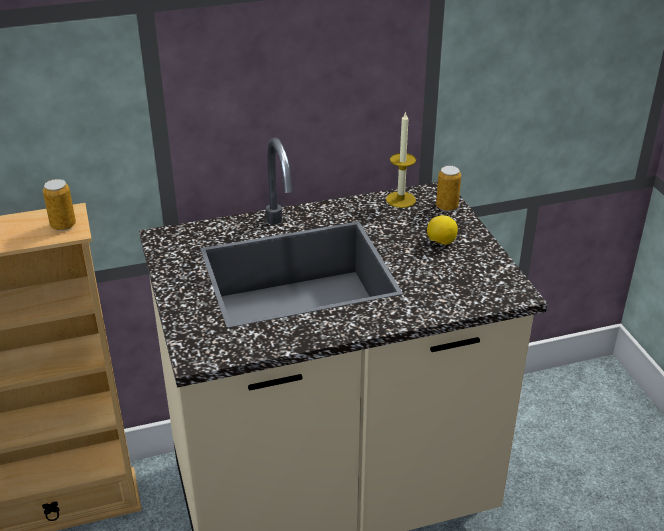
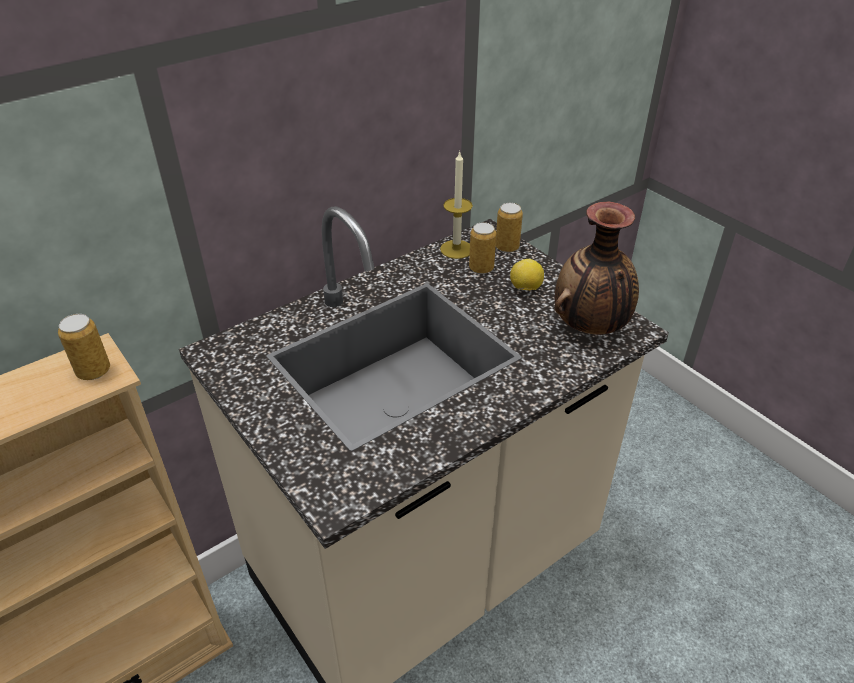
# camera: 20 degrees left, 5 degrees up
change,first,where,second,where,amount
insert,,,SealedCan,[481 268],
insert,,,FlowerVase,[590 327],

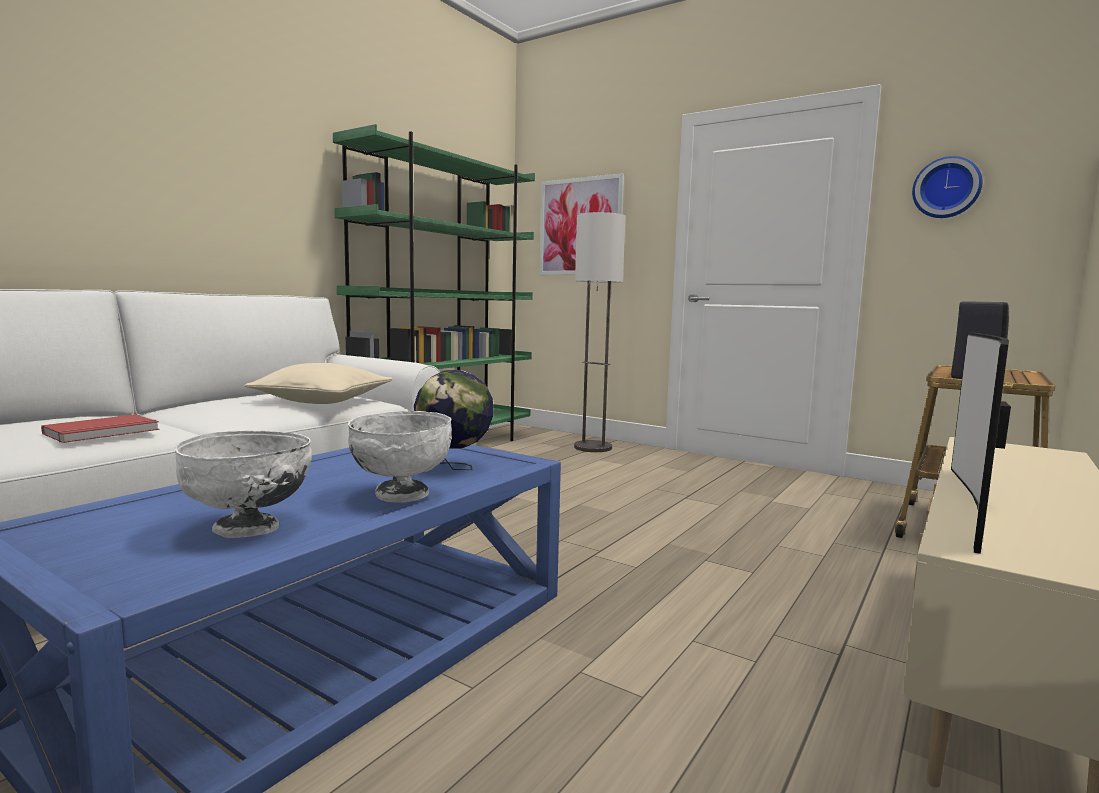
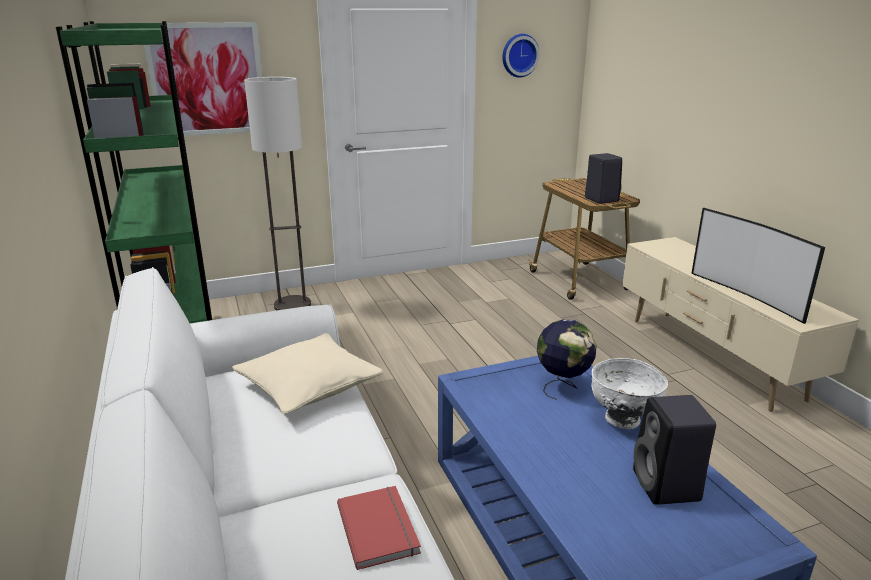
# camera: 55 degrees left, 15 degrees up
change,first,where,second,where,amount
replace,WhiteColouredDeepDish,[248 530],BlackSpeaker,[667 487],

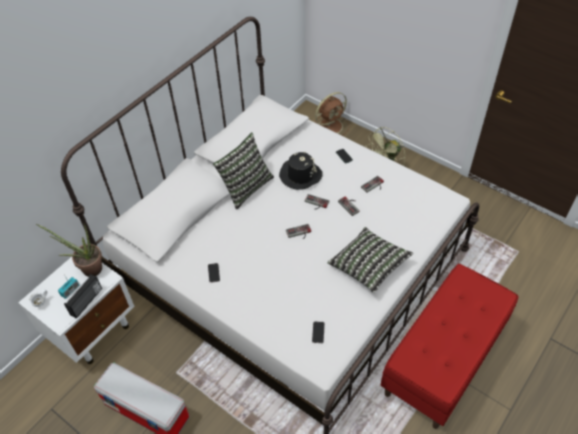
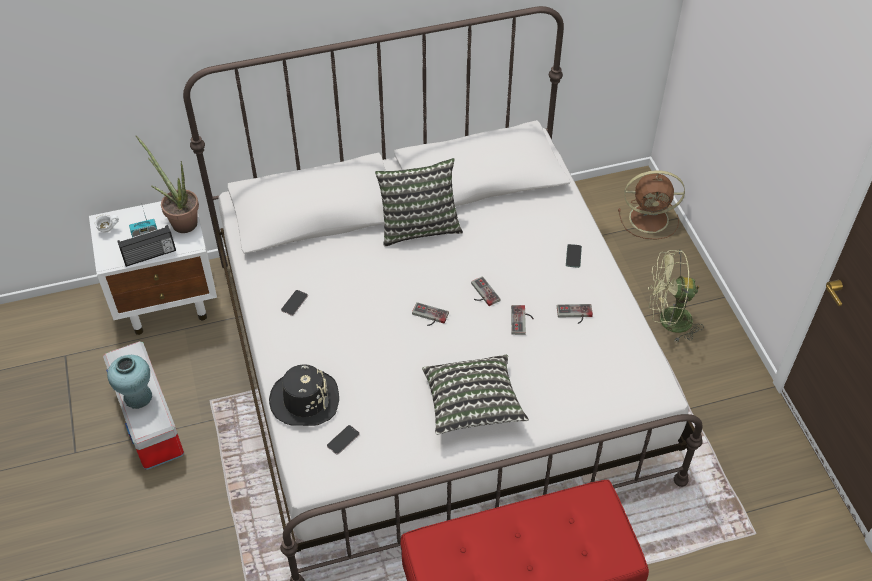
# camera: 35 degrees right, 0 degrees up
change,first,where,second,where,amount
insert,,,TurquoiseFlowerVase,[138 397],
move,BlackHat,[300 175],,[305 399],

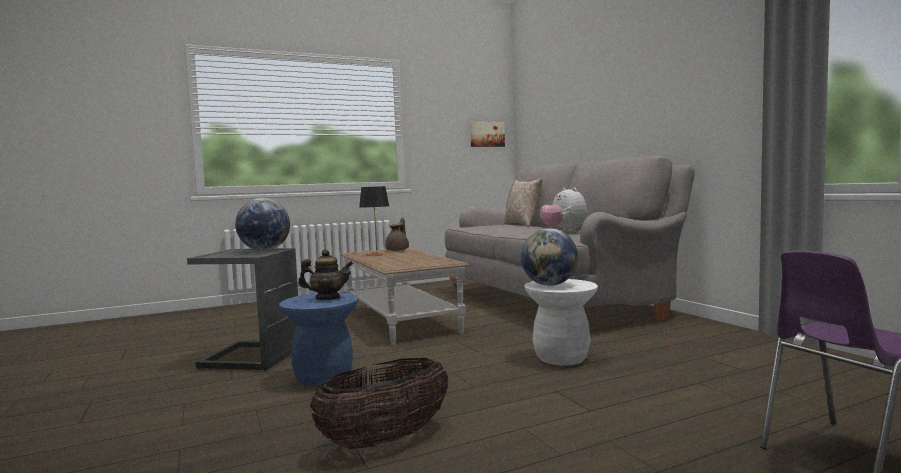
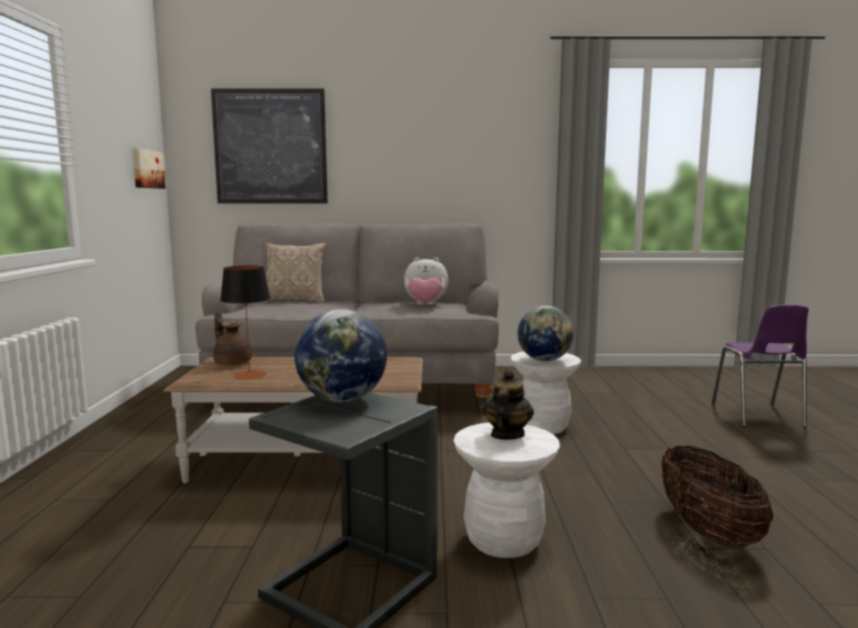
# camera: 65 degrees left, 5 degrees up
change,first,where,second,where,amount
insert,,,WallPicture,[270 147],
recolor,BlueSittingStool,[324 377],WhiteColouredSittingStool,[503 540],

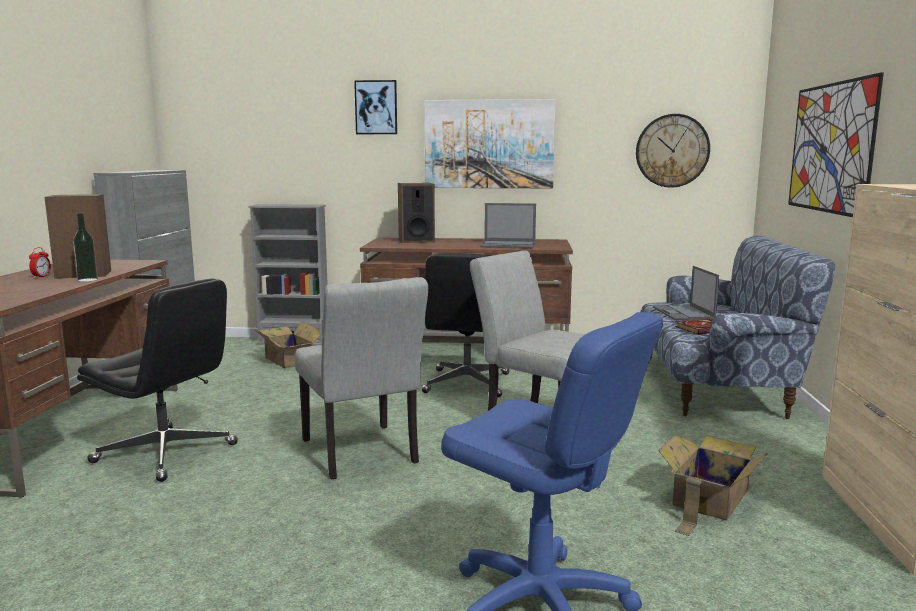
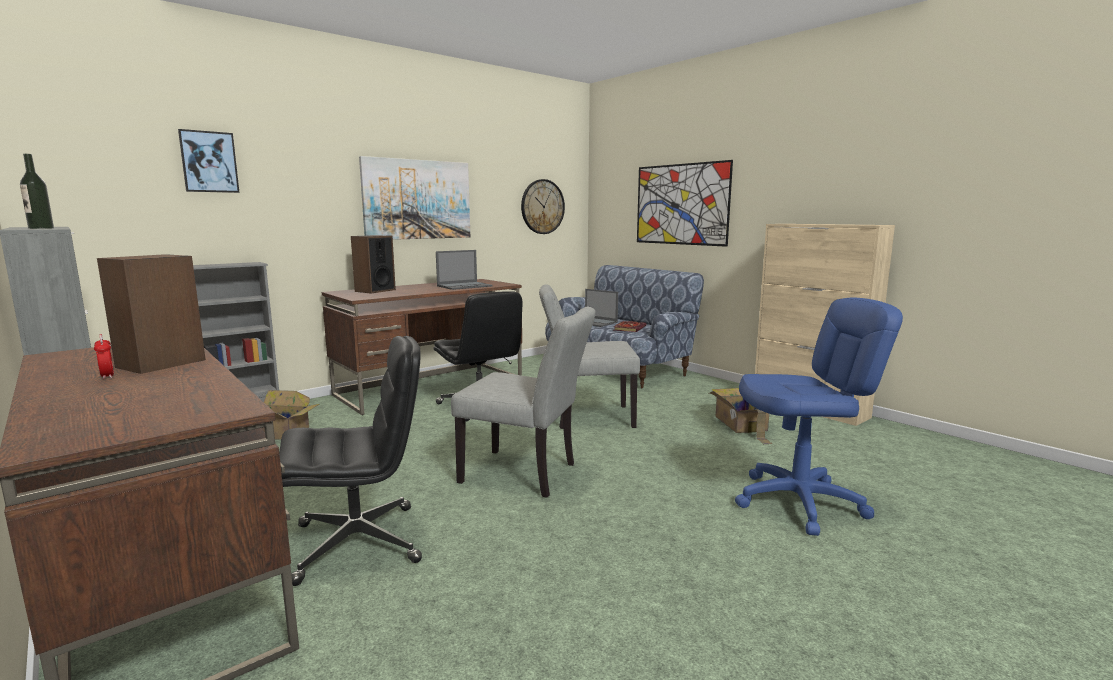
# camera: 45 degrees left, 0 degrees up
change,first,where,second,where,amount
move,BeverageBottle,[87 280],,[41 228],
move,WallPicture,[376 107],,[209 162],

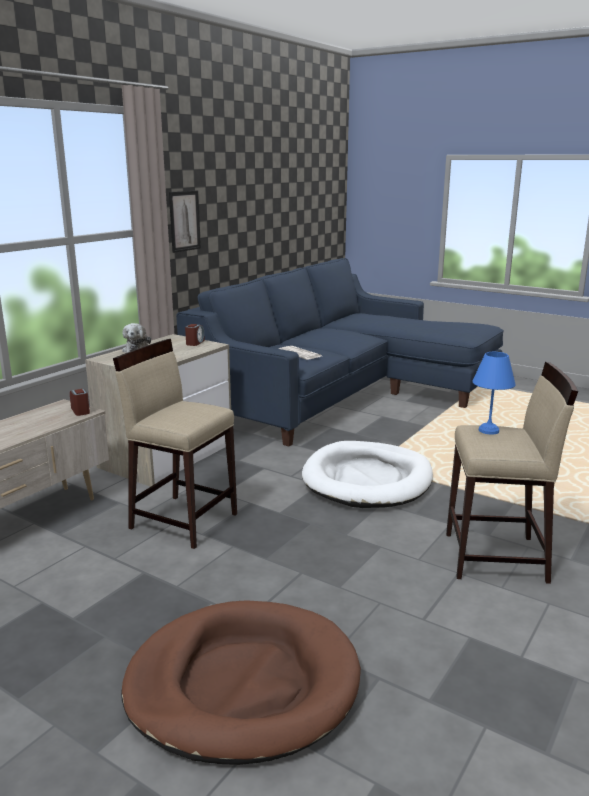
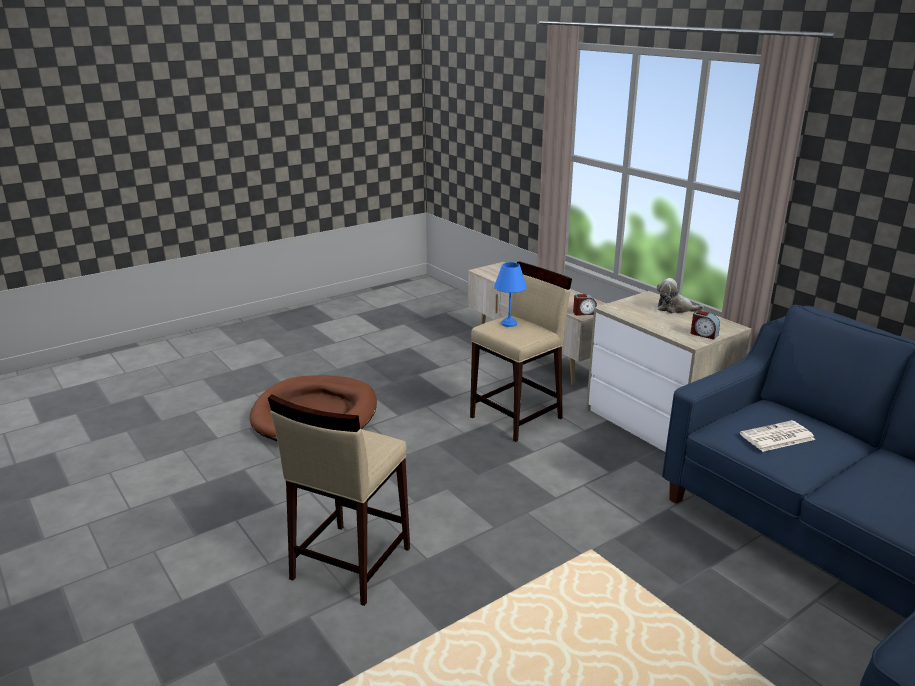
# camera: 110 degrees right, 5 degrees up
change,first,where,second,where,amount
move,BlueTabletopLamp,[489 431],,[508 324],
delete,WallPicture,[184 221],,,
delete,WhiteColouredPetBed,[367 479],,,

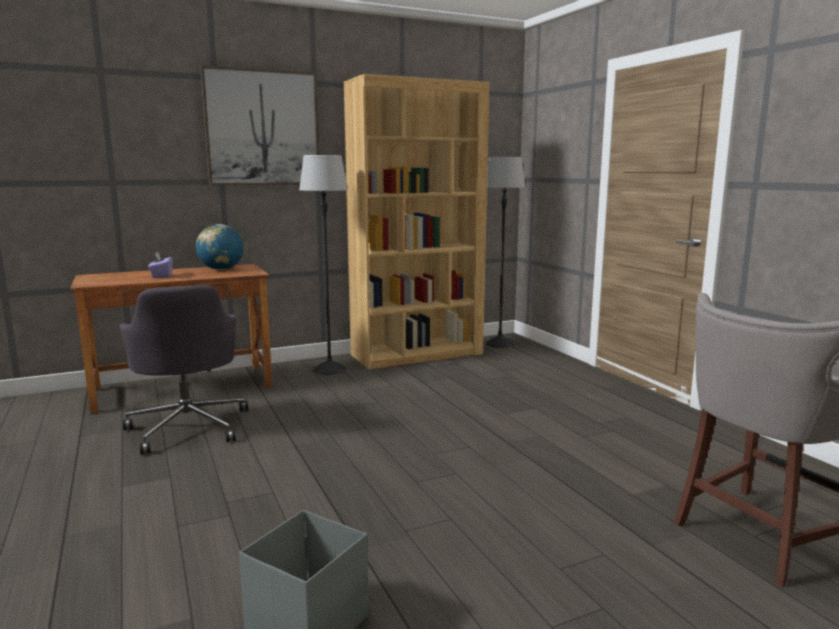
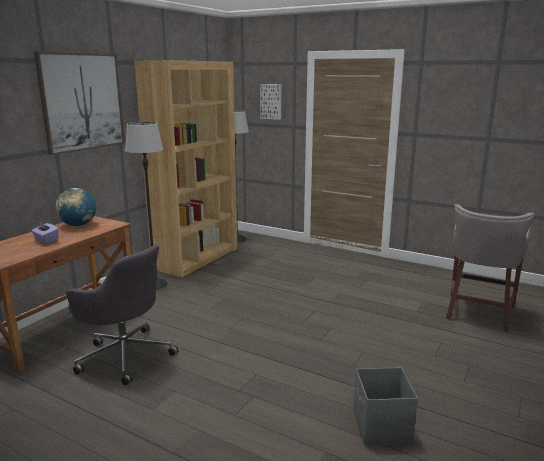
# camera: 35 degrees left, 5 degrees up
change,first,where,second,where,amount
insert,,,WallPicture,[271 101],

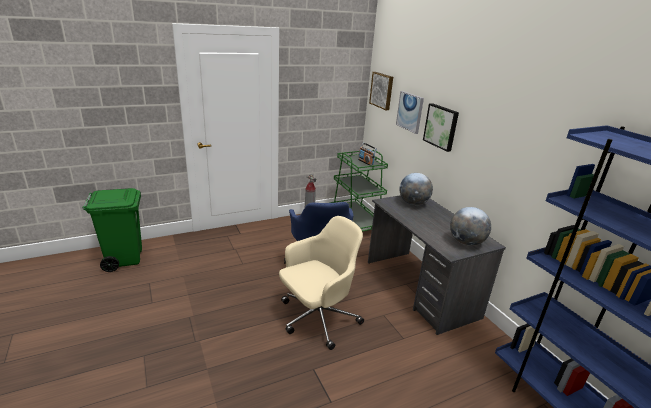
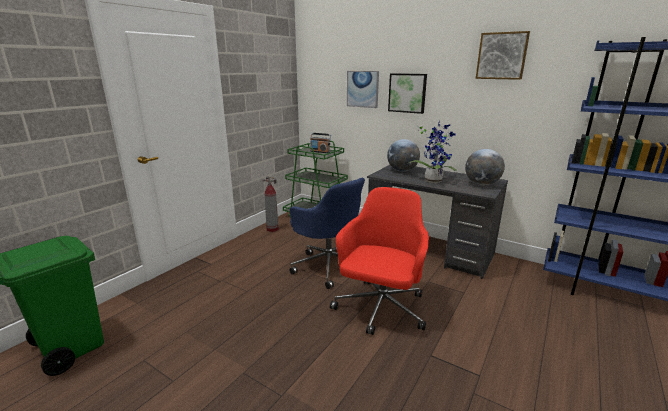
# camera: 30 degrees left, 5 degrees down
change,first,where,second,where,amount
recolor,SandColouredDeskChair,[317 318],RedColouredDeskChair,[380 309],
insert,,,PottedPlant,[433 180],
move,WallPicture,[382 90],,[502 56],

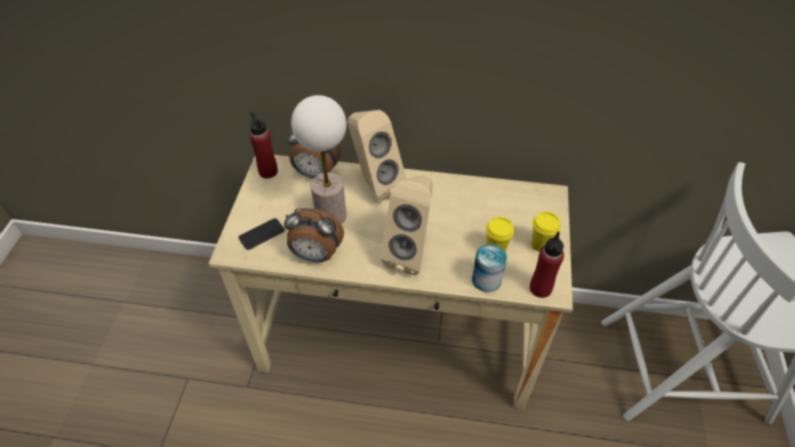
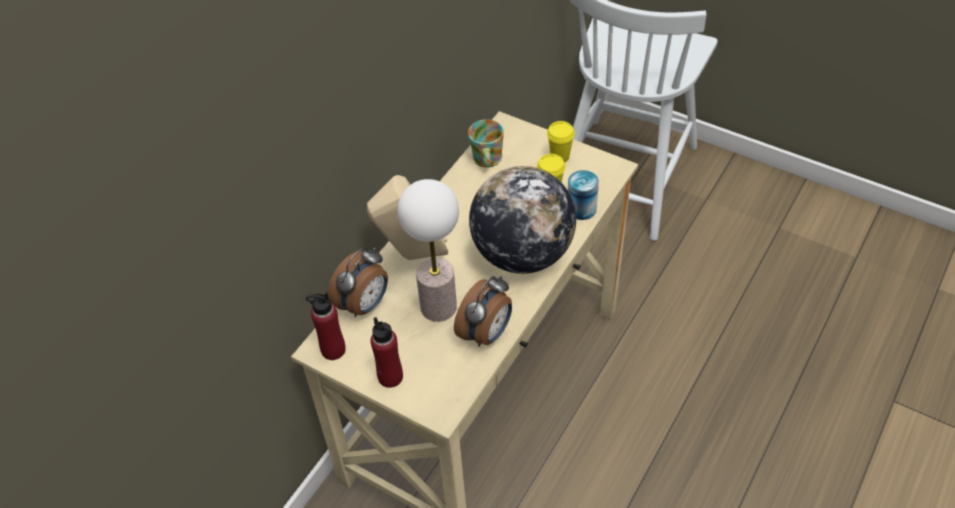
# camera: 65 degrees left, 0 degrees up
change,first,where,second,where,amount
move,RedColouredBeverageBottle,[540 288],,[390 377],
insert,,,TeaMug,[486 160],
replace,SandColouredSpeaker,[410 252],WorldGlobe,[522 254],
delete,Phone,[262 234],,,

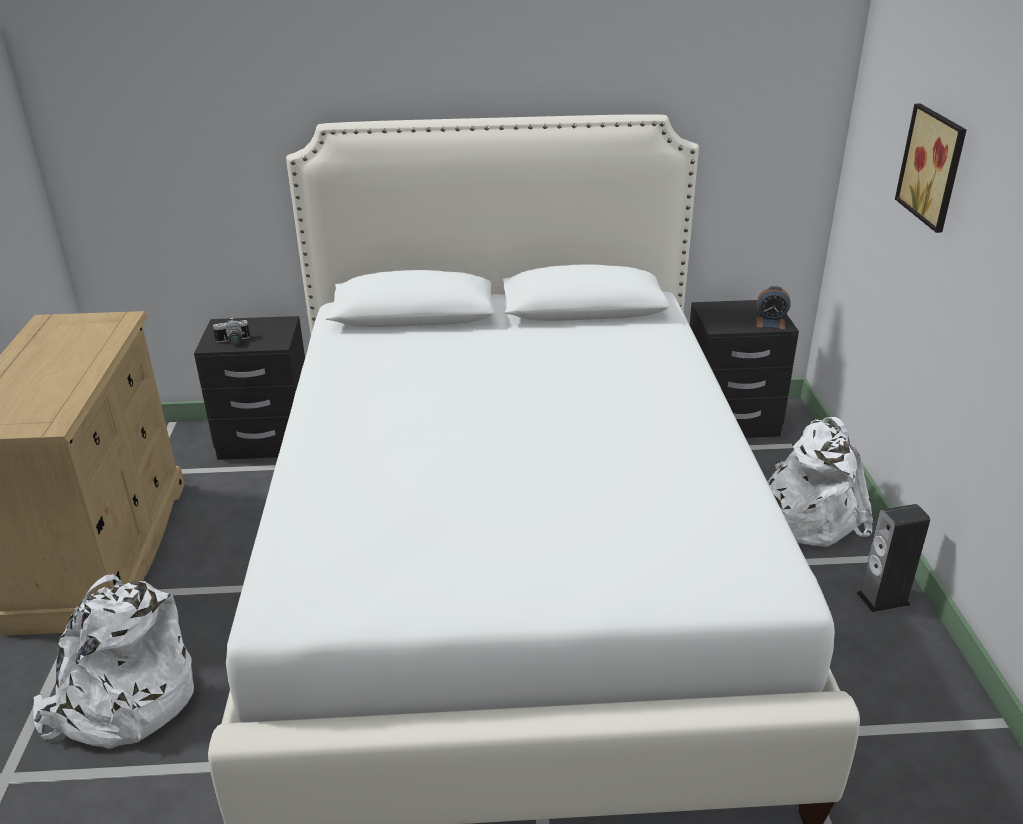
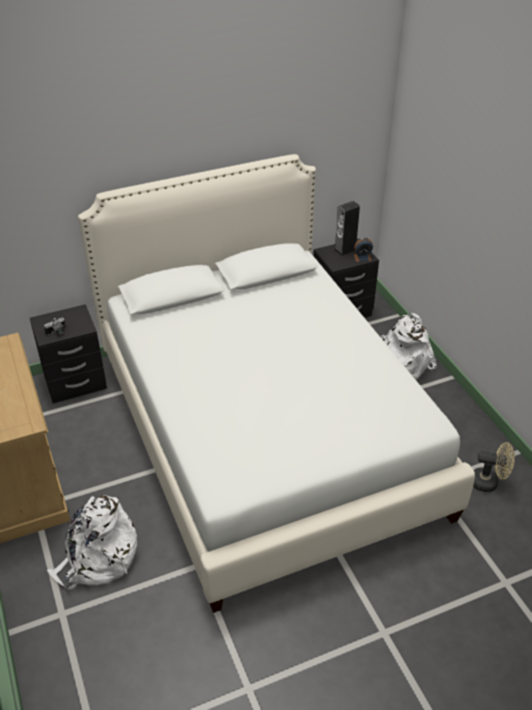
# camera: 20 degrees left, 10 degrees up
change,first,where,second,where,amount
move,Speaker,[883 599],,[345 250],
insert,,,SandColouredCoolingFan,[488 482],
delete,WallPicture,[935 166],,,

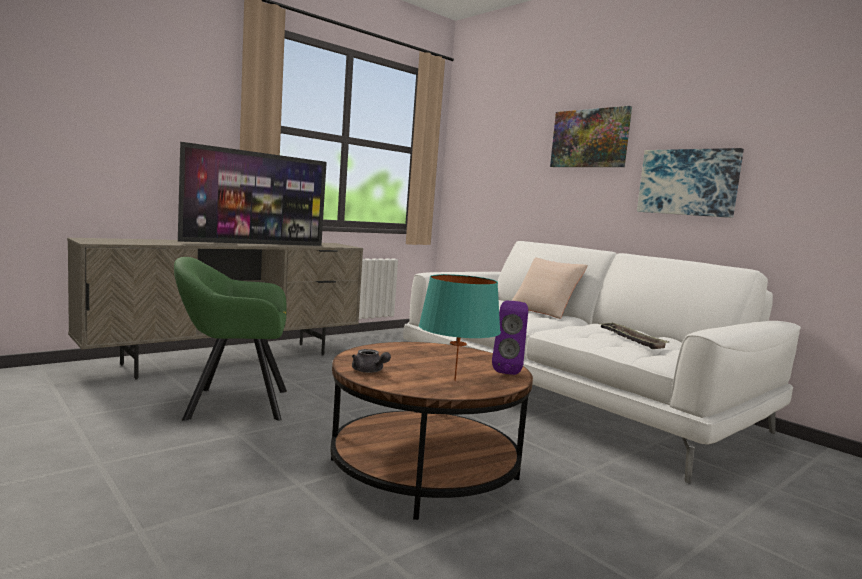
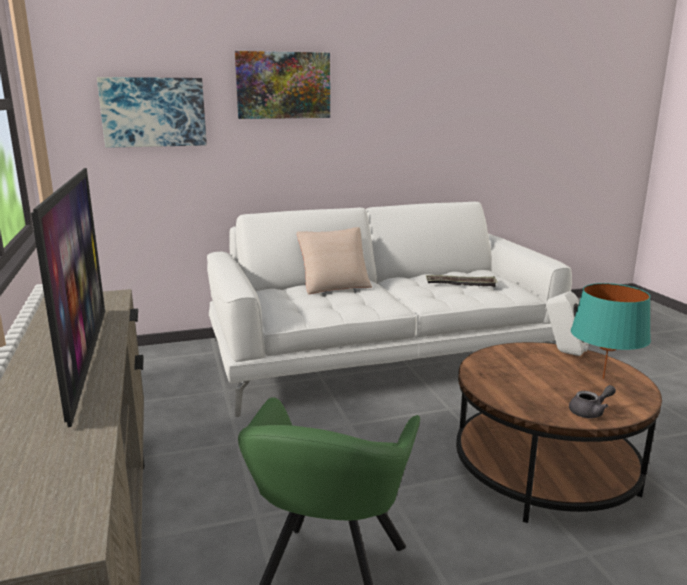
# camera: 65 degrees left, 10 degrees up
change,first,where,second,where,amount
move,WallPicture,[688 182],,[153 112],
recolor,PurplishSpeaker,[508 371],WhiteColouredSpeaker,[563 352],

